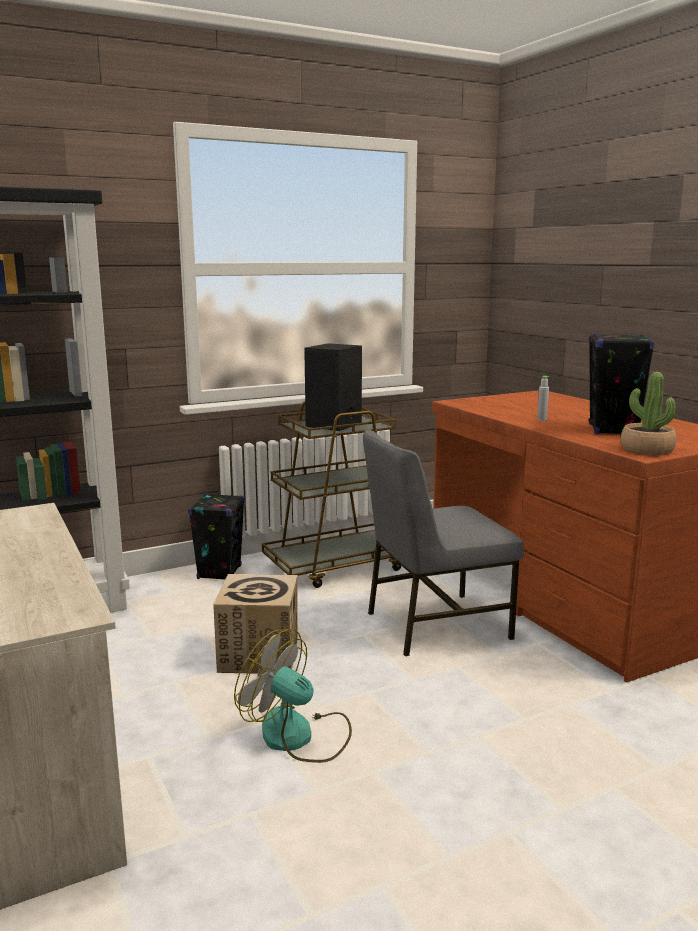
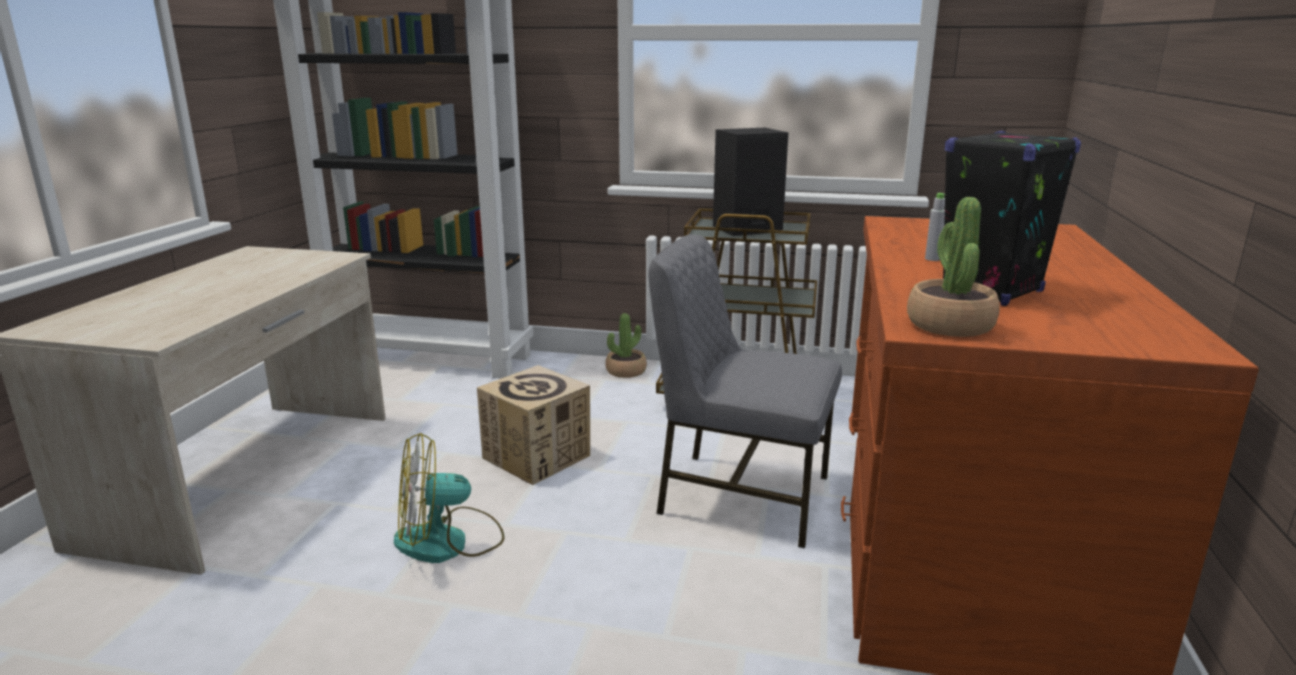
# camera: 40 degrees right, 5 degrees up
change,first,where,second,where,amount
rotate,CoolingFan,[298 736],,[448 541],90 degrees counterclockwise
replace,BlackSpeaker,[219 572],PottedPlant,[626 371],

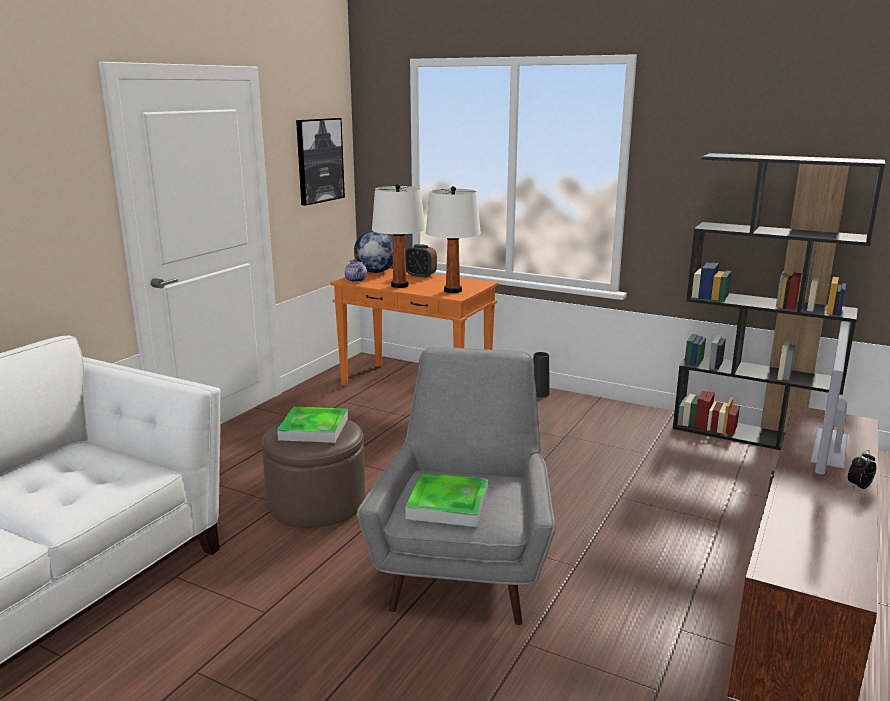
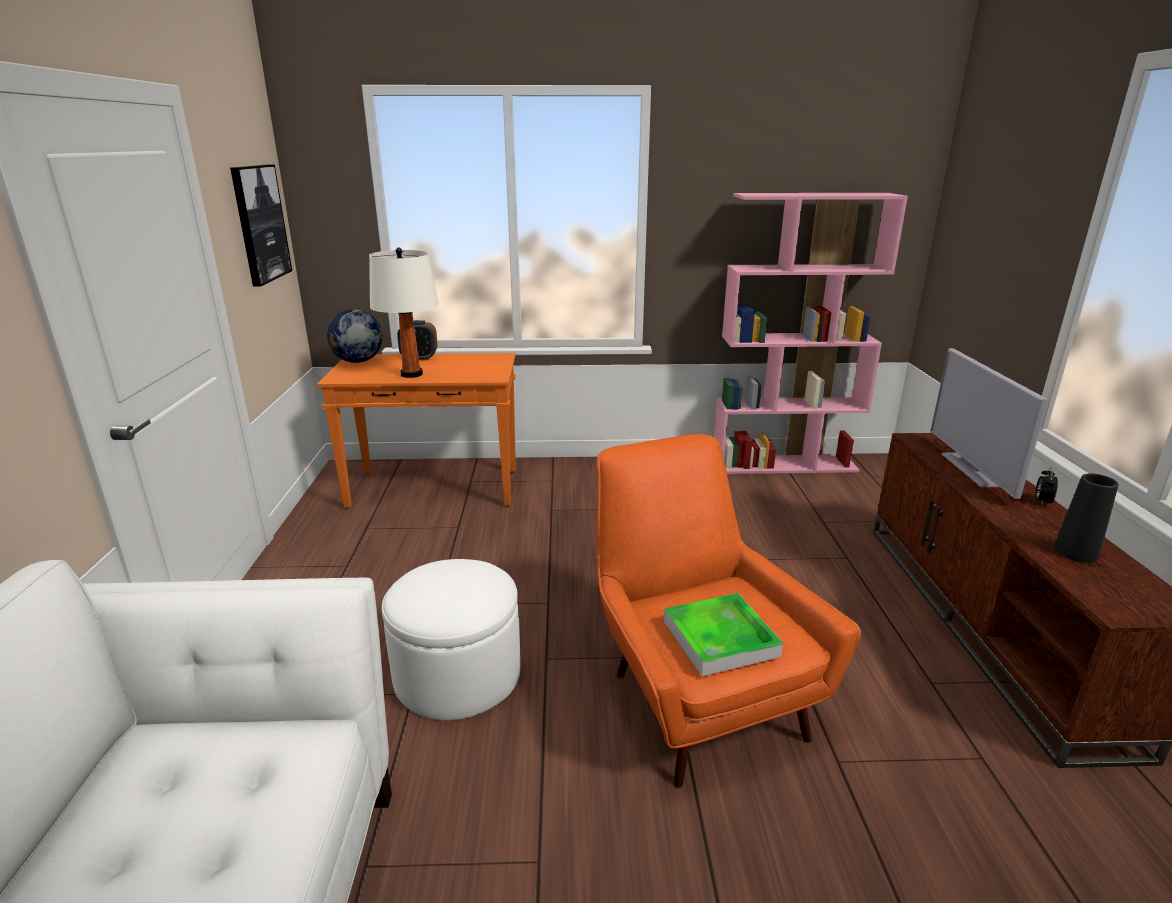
# camera: 30 degrees left, 5 degrees up
change,first,where,second,where,amount
recolor,BrownOttoman,[316 502],WhiteColouredOttoman,[457 674],
recolor,GreyLoungeChair,[465 566],OrangeColouredLoungeChair,[694 693],
recolor,BlackBookcase,[752 435],PinkishBookcase,[784 464],
move,BlackFlowerVase,[539 393],,[1075 552],
delete,CarryingTray,[314 429],,,
delete,Teapot,[356 280],,,
delete,WhiteColouredTabletopLamp,[452 290],,,

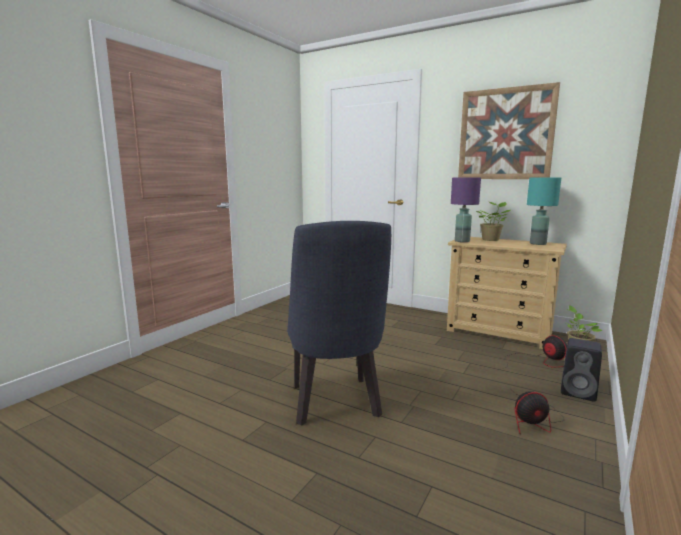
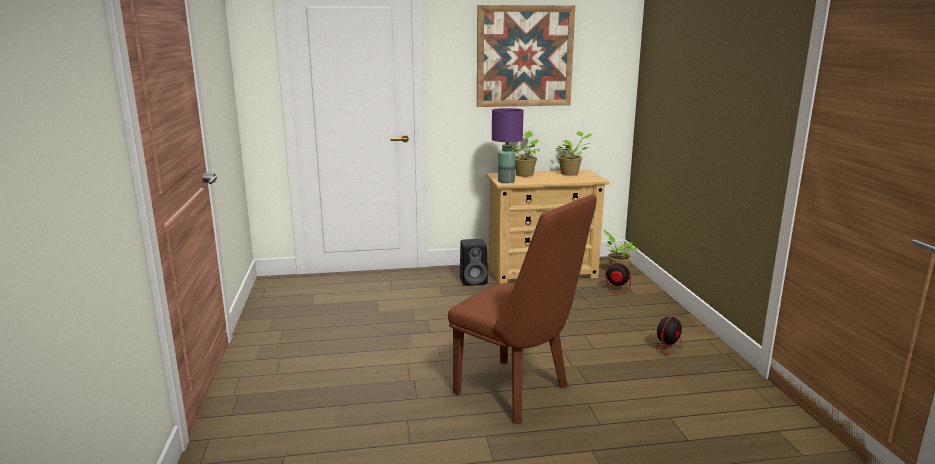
# camera: 40 degrees left, 5 degrees up
change,first,where,second,where,amount
recolor,BlueChair,[336 405],BrownChair,[519 393],
move,BlackSpeaker,[579 392],,[474 281],
replace,TurquoiseTabletopLamp,[537 243],PottedPlant,[571 173],

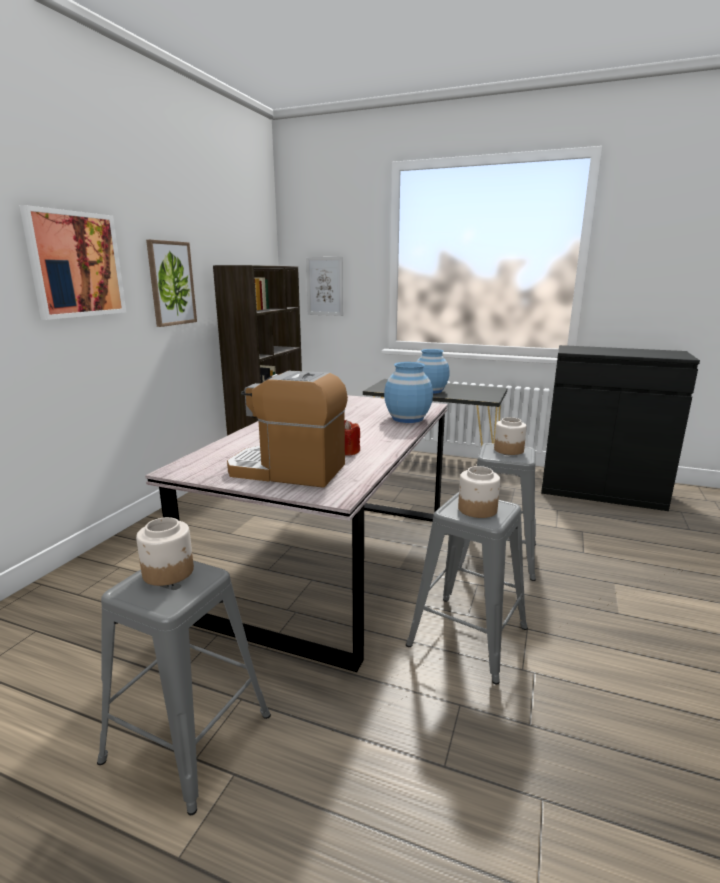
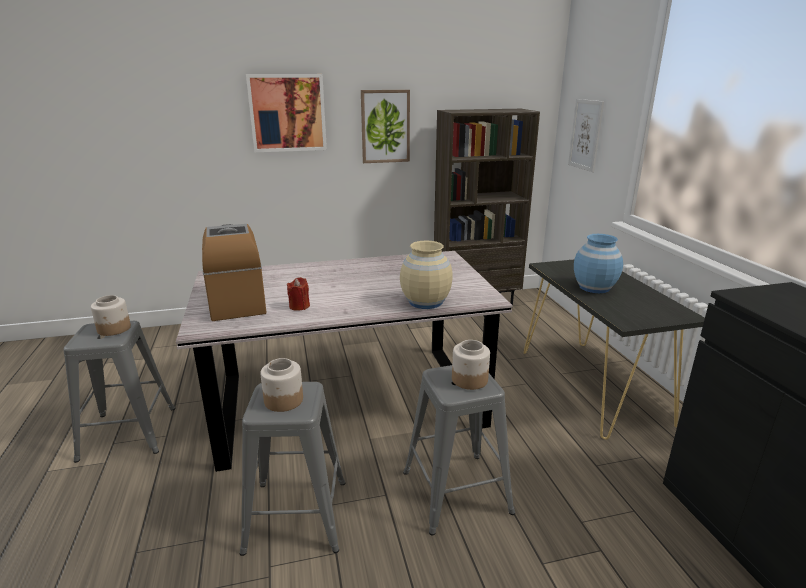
# camera: 55 degrees right, 5 degrees up
change,first,where,second,where,amount
recolor,BlueFlowerVase,[408 418],SandColouredFlowerVase,[425 302],

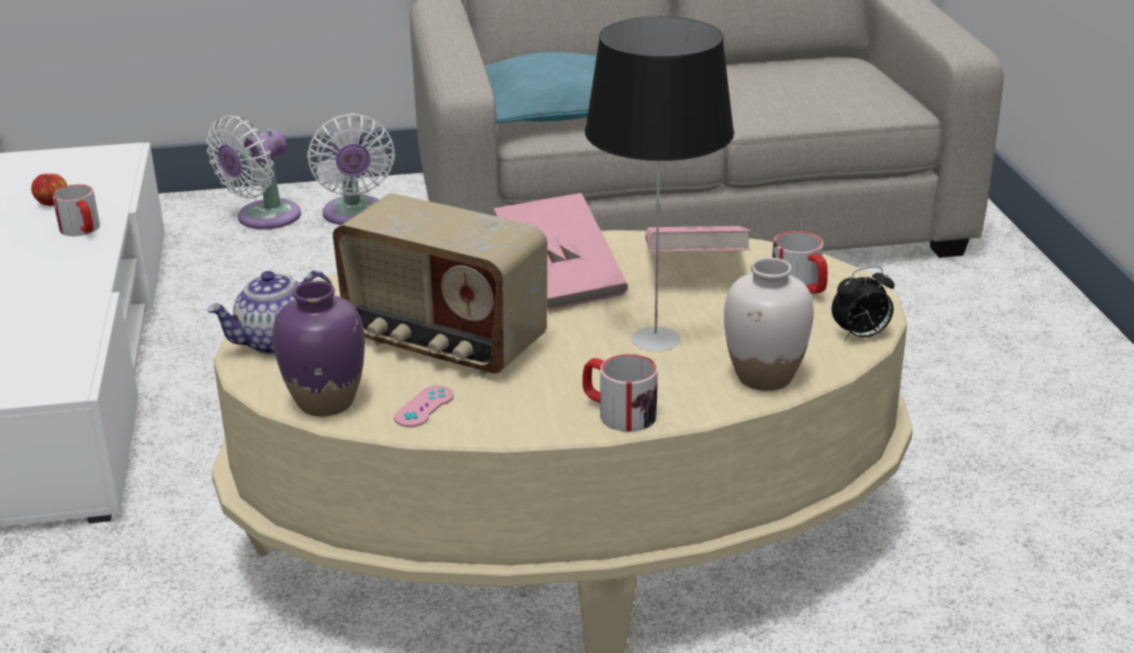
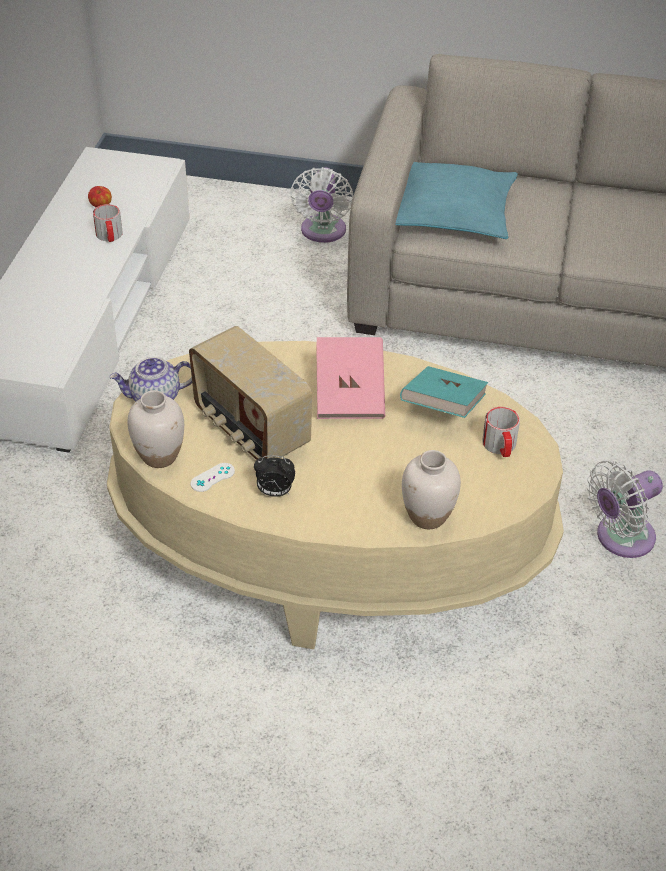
# camera: 20 degrees right, 15 degrees up
change,first,where,second,where,amount
recolor,PurplishFlowerVase,[326 401],WhiteColouredFlowerVase,[160 456],
recolor,PinkishJoypad,[424 407],WhiteColouredJoypad,[212 477],
move,BedsideClock,[860 336],,[274 492],
recolor,PinkishBoundBook,[694 268],TurquoiseBoundBook,[442 407],
move,WhiteColouredCoolingFan,[263 218],,[620 538],
delete,TeaMug,[618 412],,,
delete,TabletopLamp,[653 339],,,

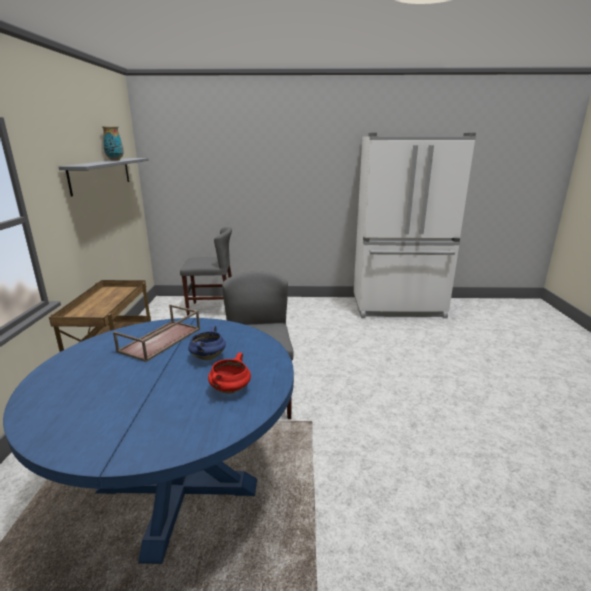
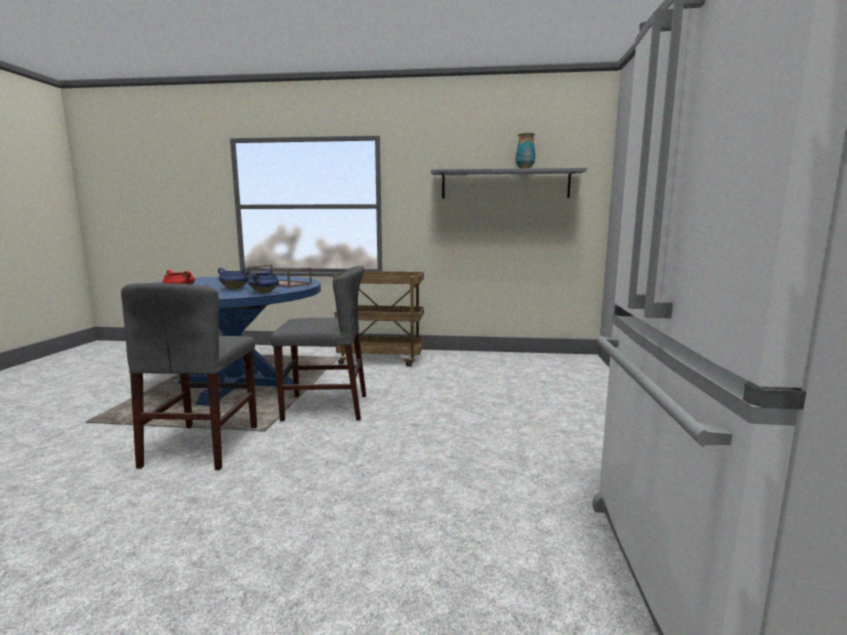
# camera: 95 degrees right, 10 degrees down
change,first,where,second,where,amount
move,GreyChair,[212 309],,[202 446],
insert,,,BlueSaucepot,[264 293],

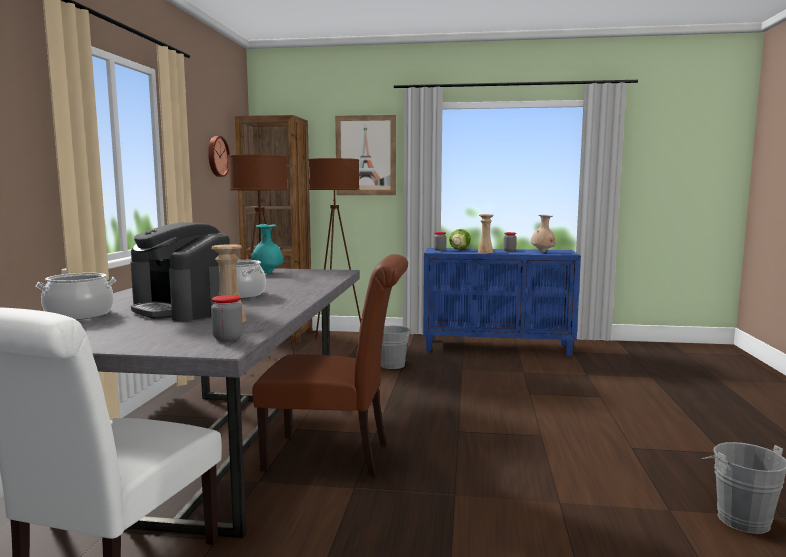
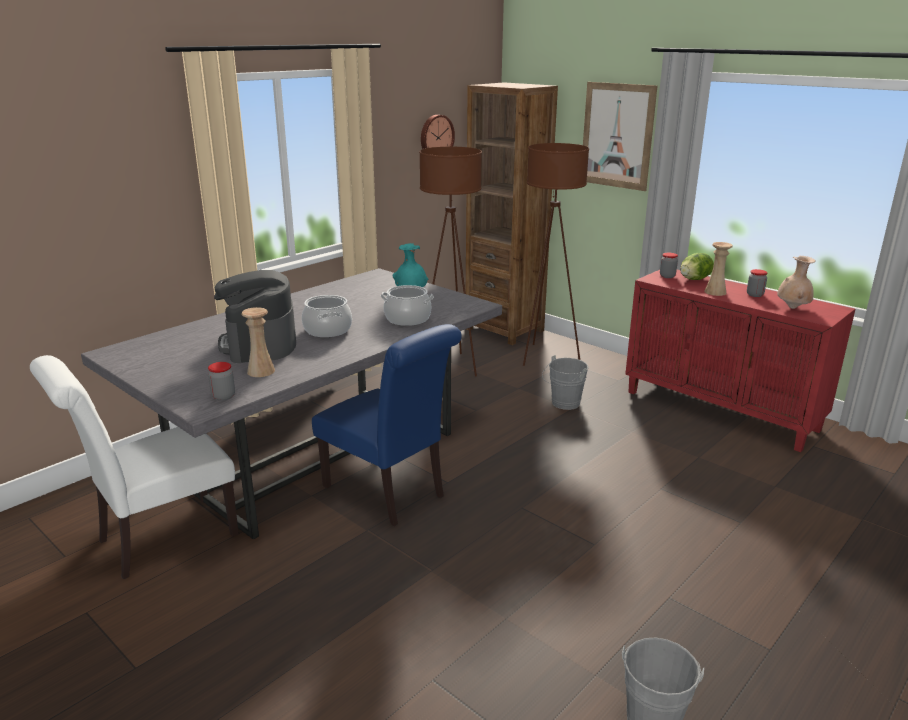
# camera: 35 degrees right, 15 degrees up
change,first,where,second,where,amount
recolor,BrownChair,[336 456],BlueChair,[389 493],
move,Saucepot,[79 314],,[407 319],
recolor,BlueCabinet,[498 347],RedColouredCabinet,[721 410],

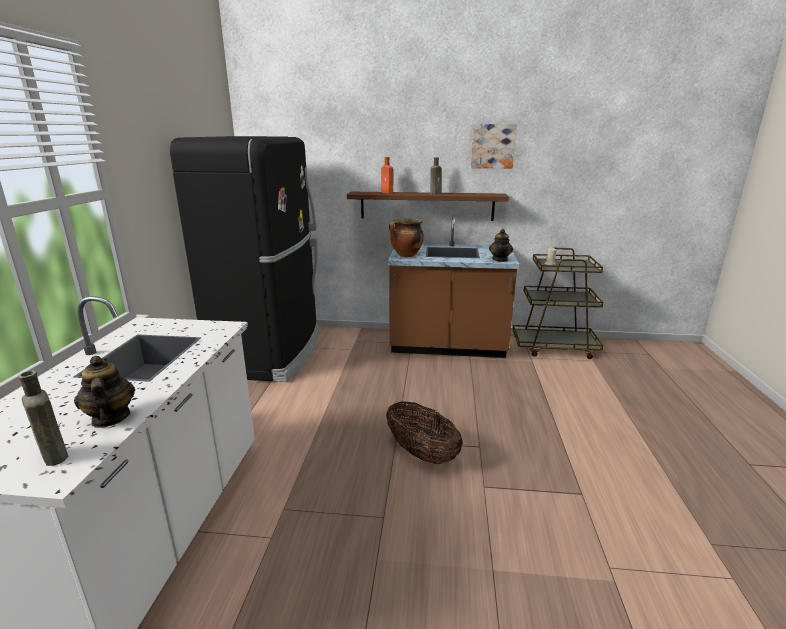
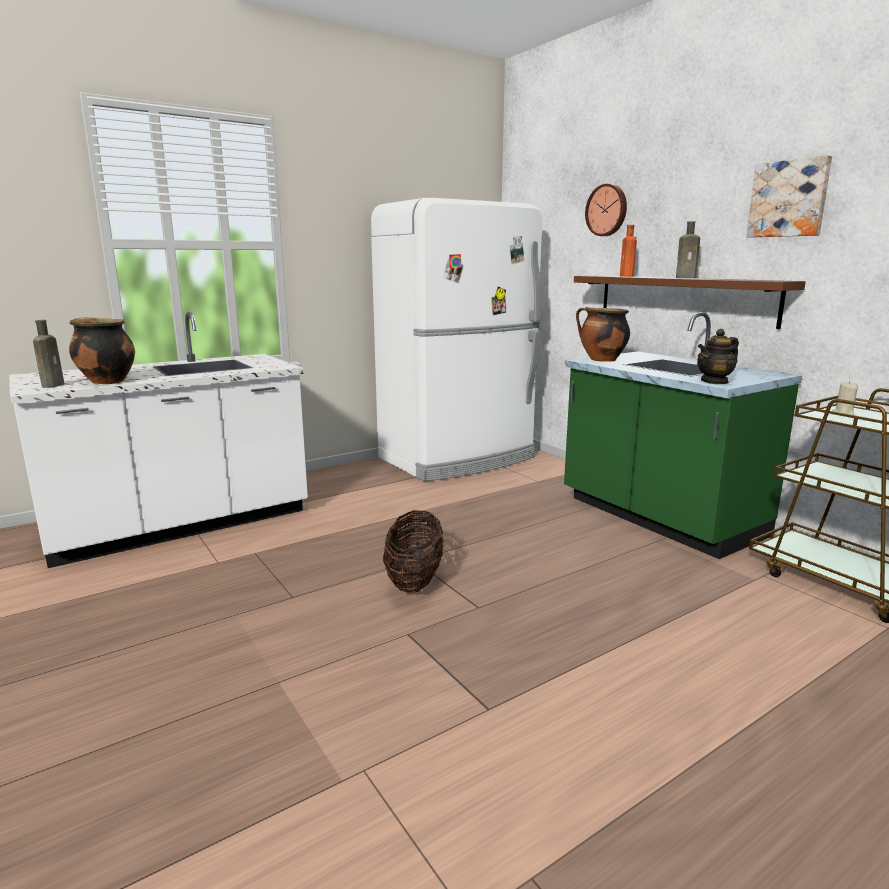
# camera: 50 degrees right, 5 degrees down
change,first,where,second,where,amount
replace,Teapot,[110 418],Saucepot,[106 382],
recolor,BlackRefrigerator,[270 353],WhiteColouredRefrigerator,[458 458],
recolor,BrownKitchenCounter,[447 346],GreenColouredKitchenCounter,[659 517],
insert,,,HangingClock,[607 210],

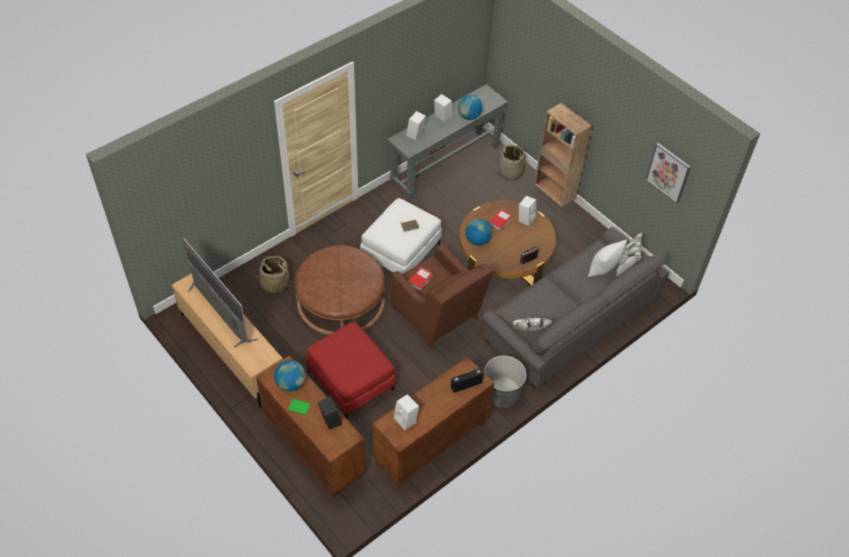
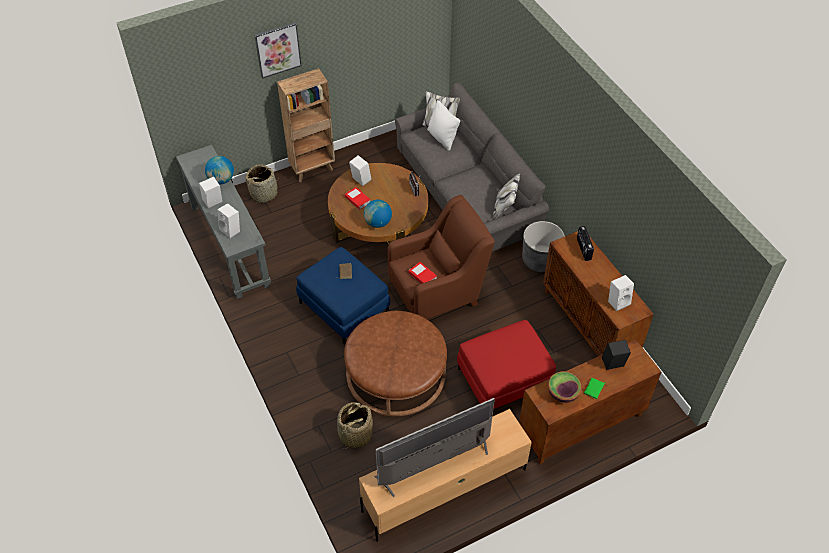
# camera: 75 degrees left, 0 degrees up
change,first,where,second,where,amount
move,WallPicture,[668 172],,[277 49],
recolor,WhiteColouredOttoman,[400 252],BlueOttoman,[343 307],
replace,WorldGlobe,[291 383],DeepDish,[563 393],

